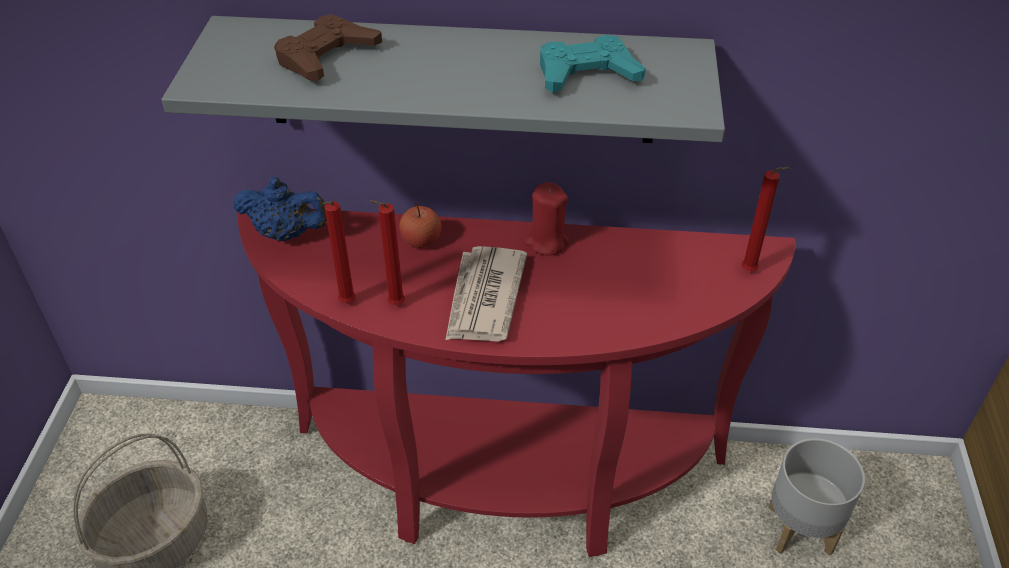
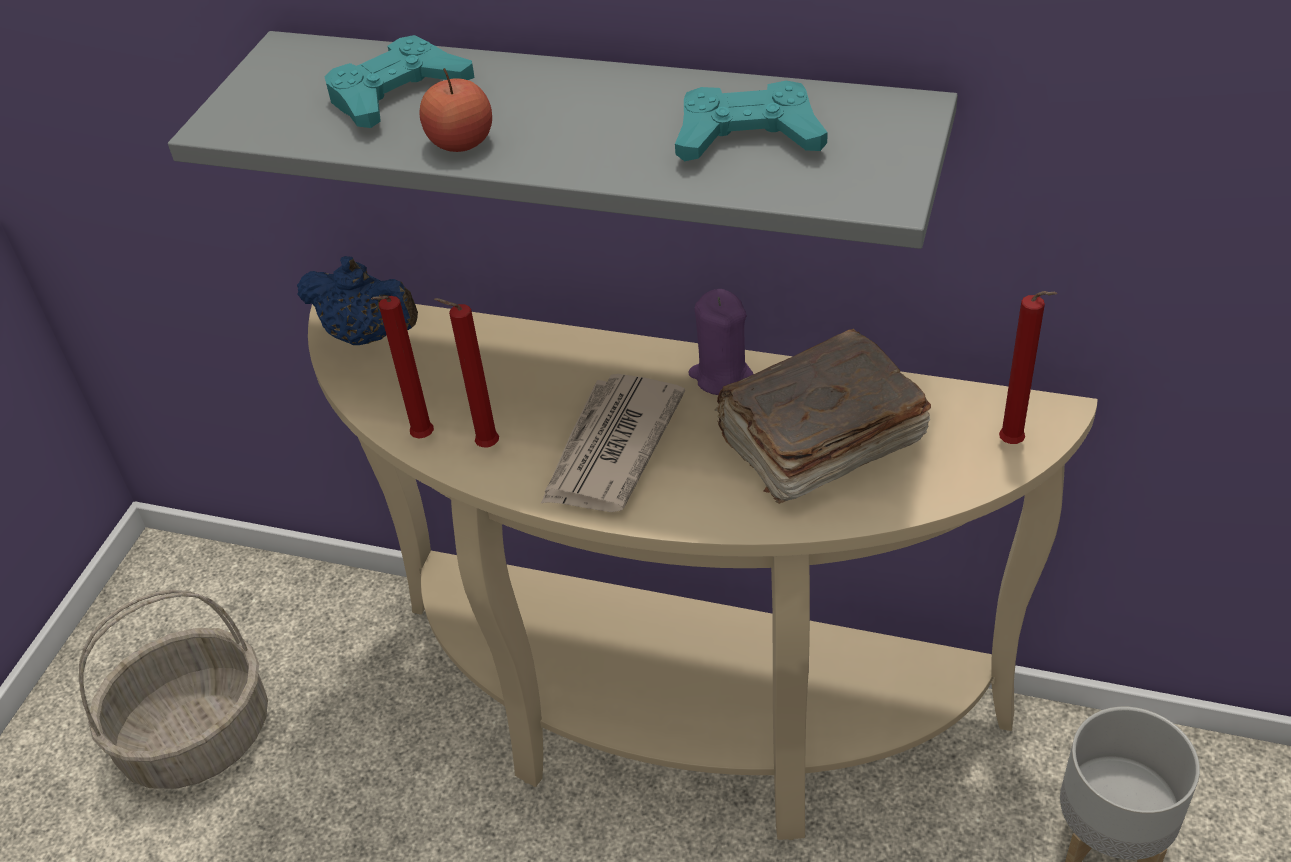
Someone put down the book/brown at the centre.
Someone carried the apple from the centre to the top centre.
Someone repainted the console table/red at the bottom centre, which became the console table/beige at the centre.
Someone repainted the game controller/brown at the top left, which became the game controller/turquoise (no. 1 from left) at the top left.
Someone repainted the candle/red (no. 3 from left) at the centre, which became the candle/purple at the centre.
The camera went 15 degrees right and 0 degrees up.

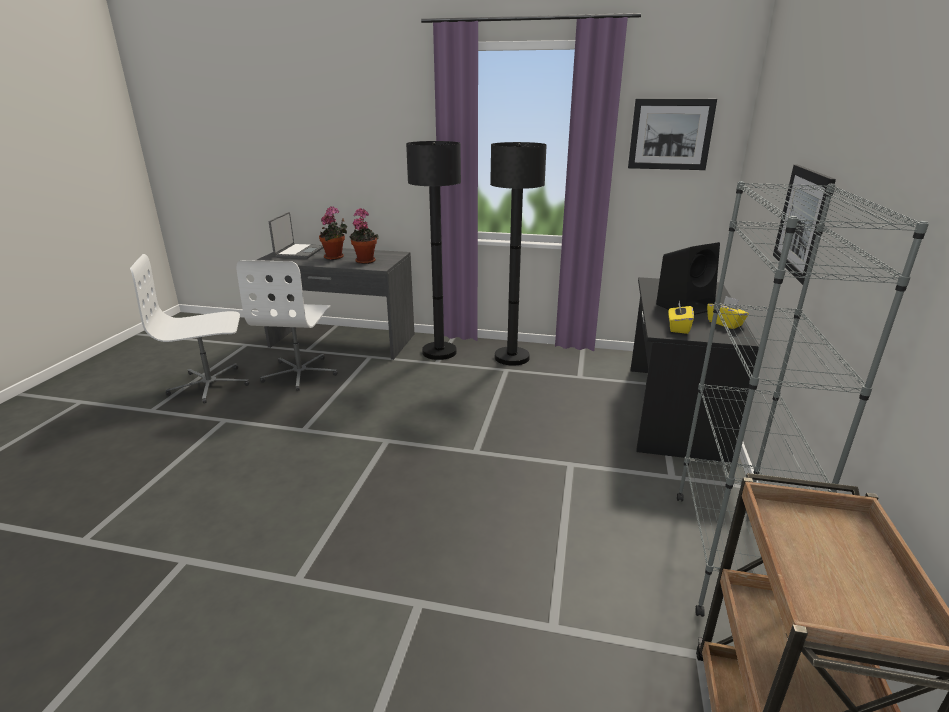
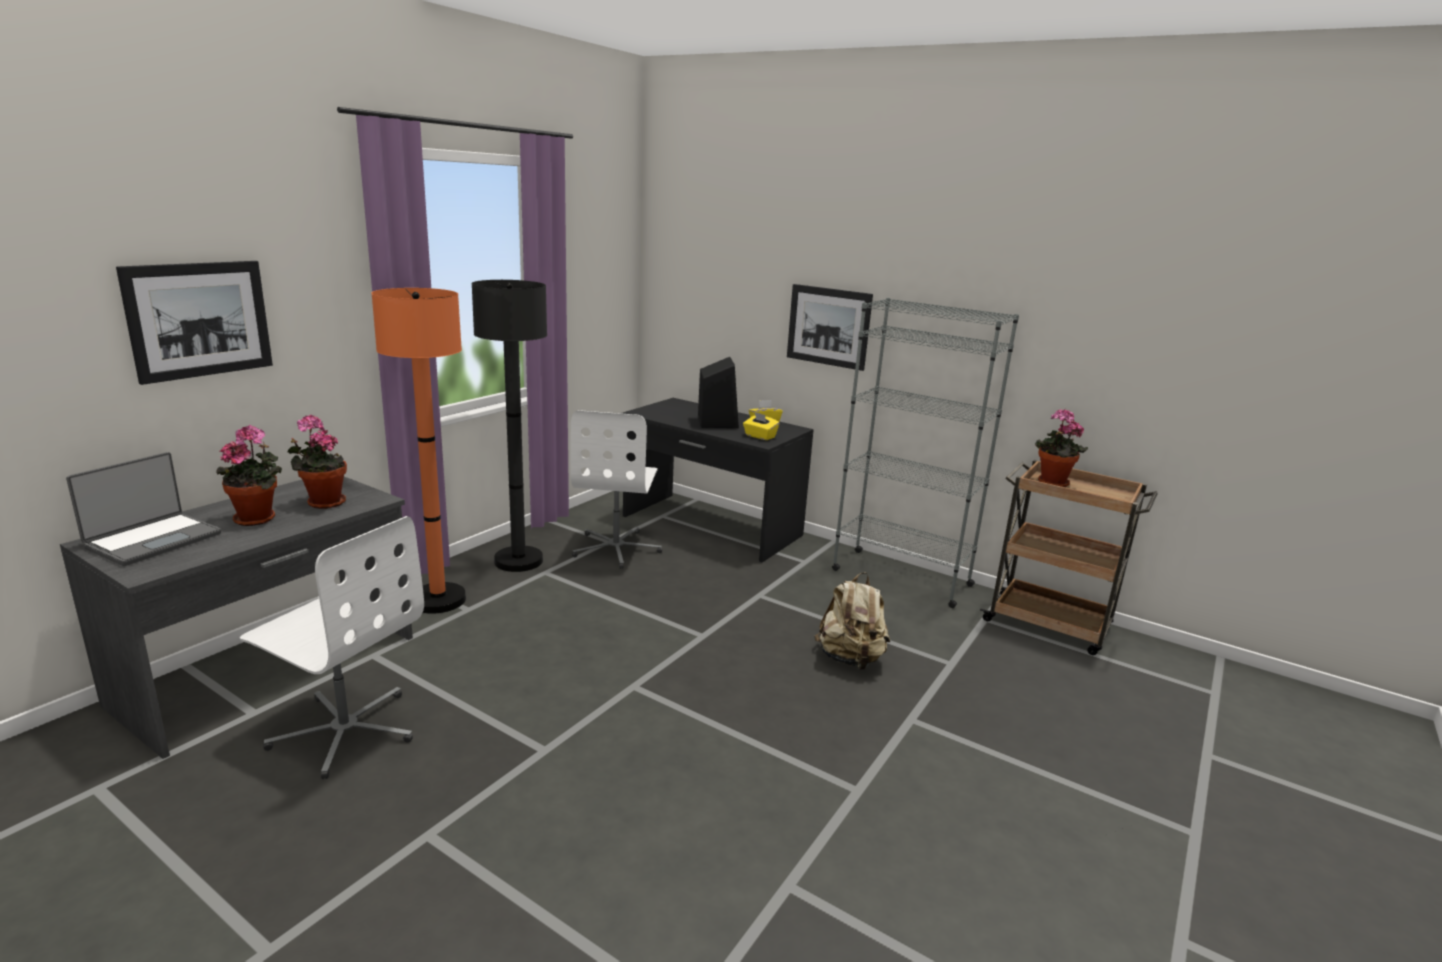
Someone put down the backpack/beige at the centre.
Someone put down the potted plant (no. 3 from left) at the middle right.
Someone carried the office chair/white (no. 1 from left in the first image) from the middle left to the centre.
Someone carried the picture (no. 1 from left) from the top right to the middle left.
Someone repainted the floor lamp/black (no. 1 from left) at the centre, which became the floor lamp/orange at the middle left.
Someone rotated the laptop at the top left by 90 degrees clockwise.
The camera went 70 degrees left and 5 degrees down.

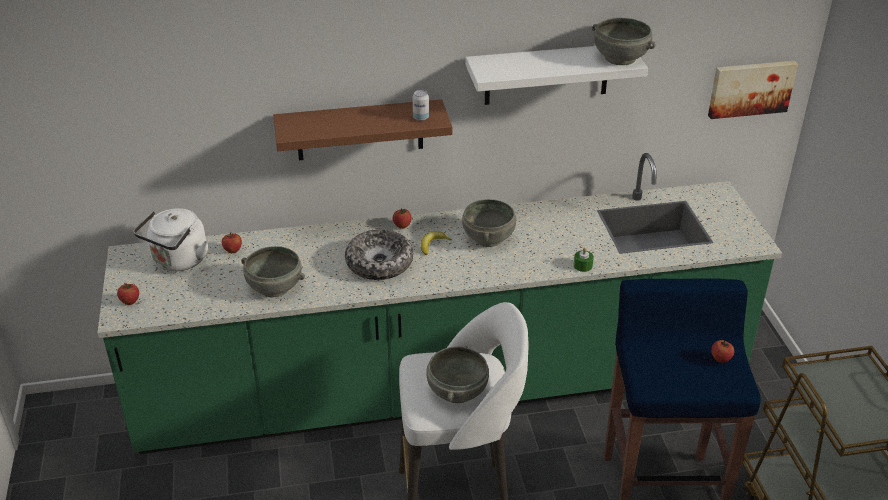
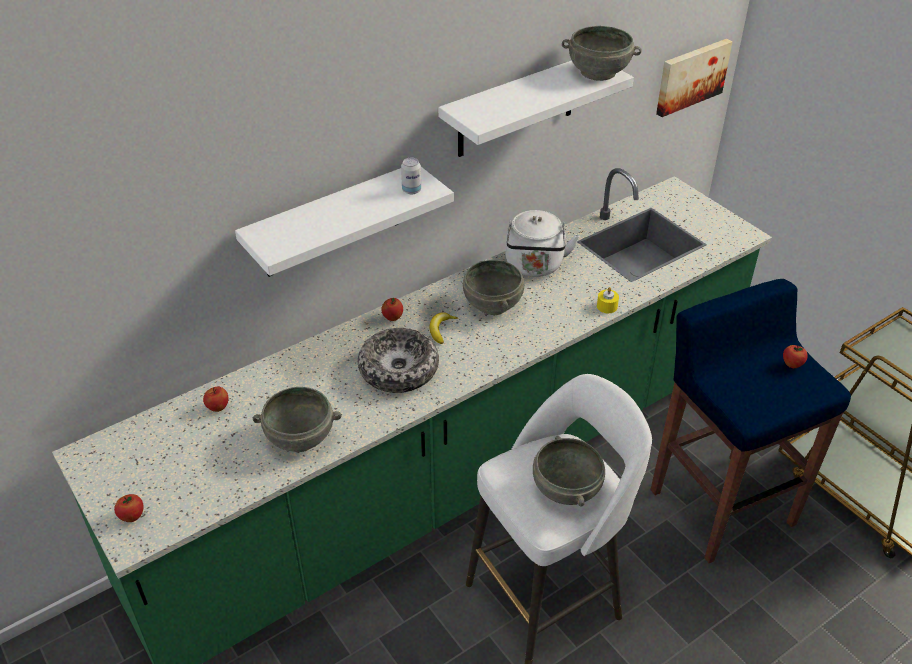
Someone carried the kettle/white from the middle left to the centre.
Someone repainted the shelf/brown at the top centre, which became the shelf/white (no. 1 from left) at the centre.
Someone repainted the candle/green at the centre, which became the candle/yellow at the middle right.
The camera went 25 degrees left and 5 degrees up.

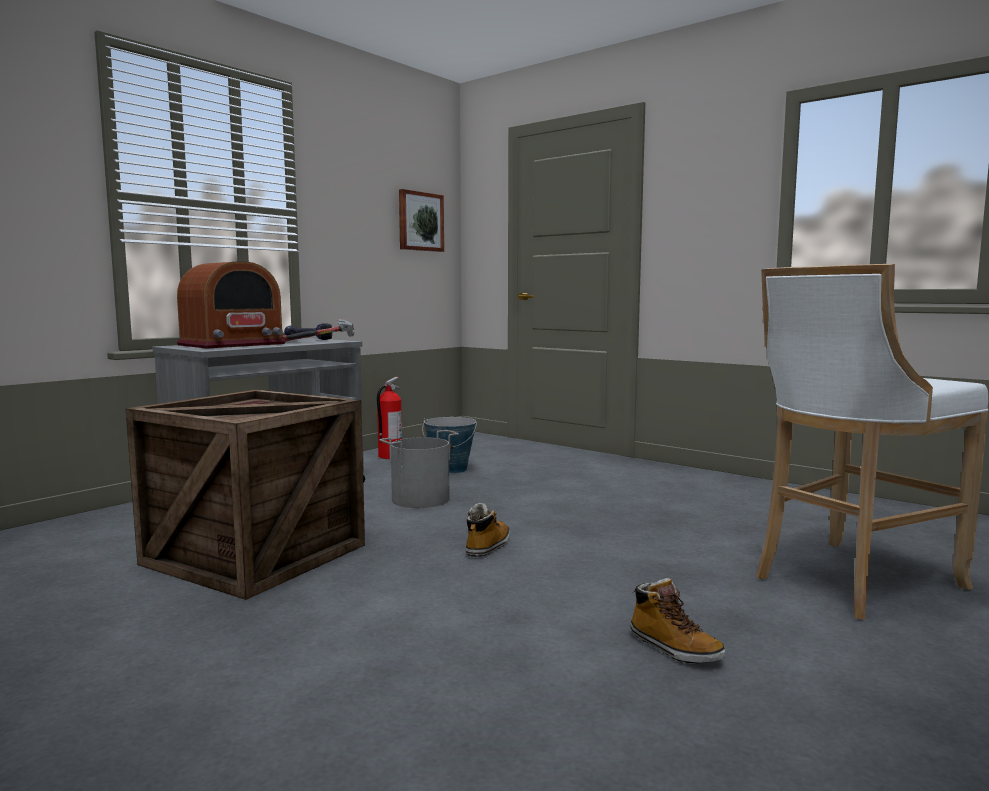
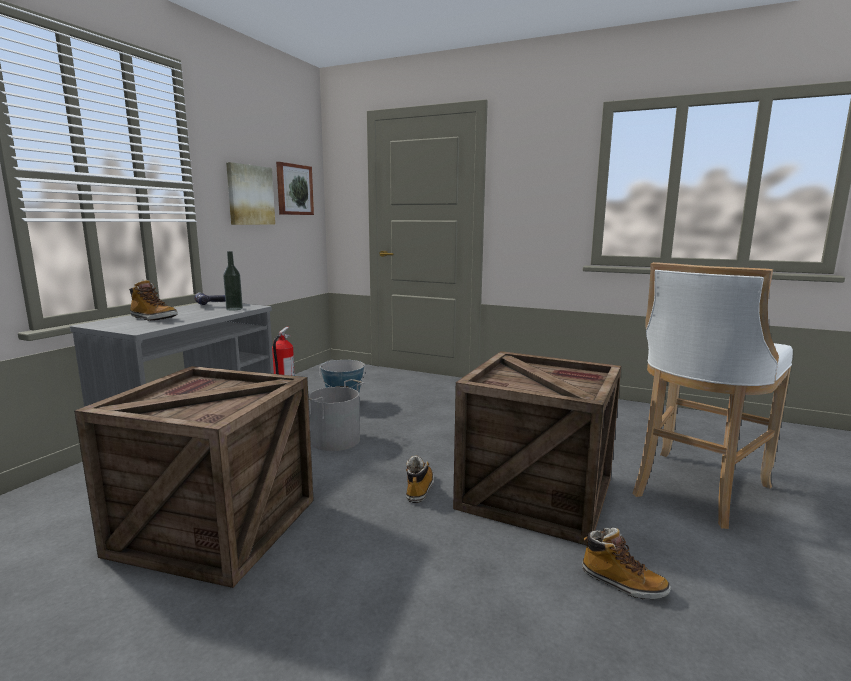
Someone put up the picture (no. 1 from left) at the top left.
Someone put down the crate (no. 2 from left) at the centre.
Someone swapped the radio at the middle left for the boot (no. 1 from left) at the middle left.
Someone swapped the hammer at the middle left for the bottle at the middle left.
The camera went 15 degrees left and 5 degrees up.

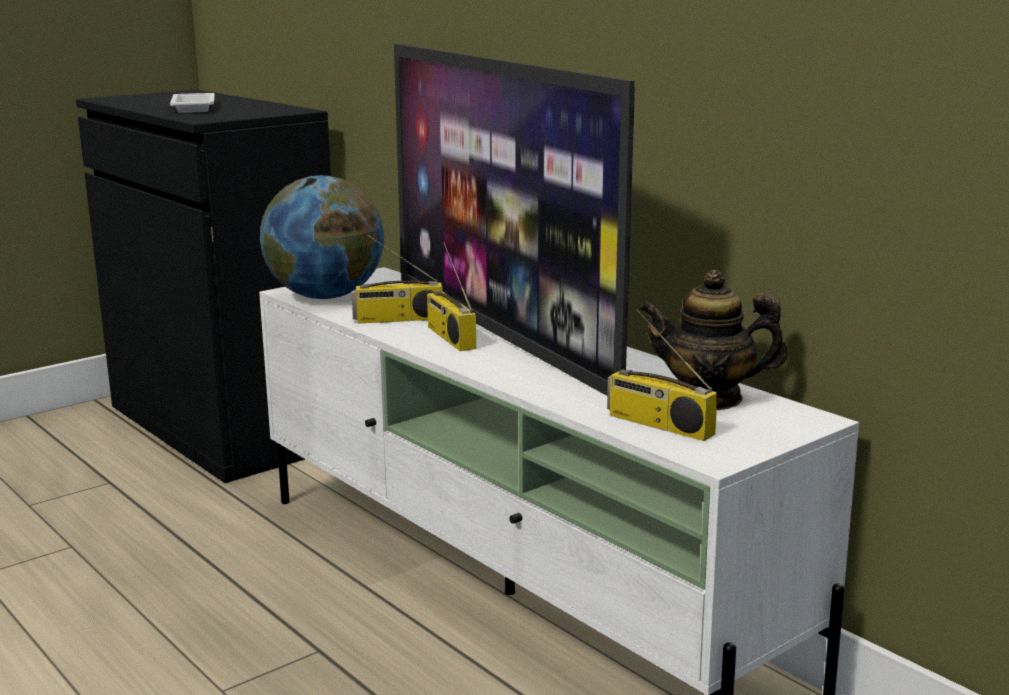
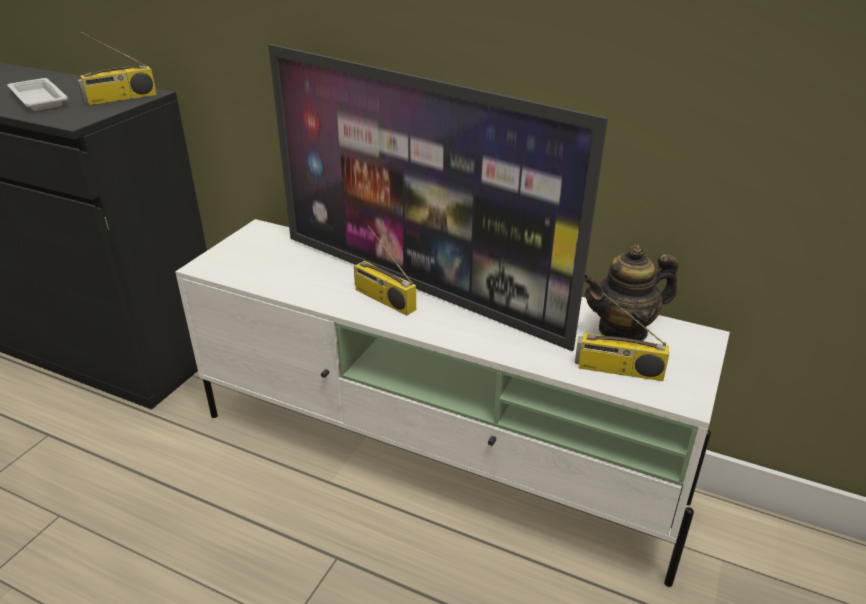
Someone took away the globe at the middle left.
Someone carried the radio (no. 1 from left) from the centre to the top left.
The camera went 25 degrees left and 15 degrees up.

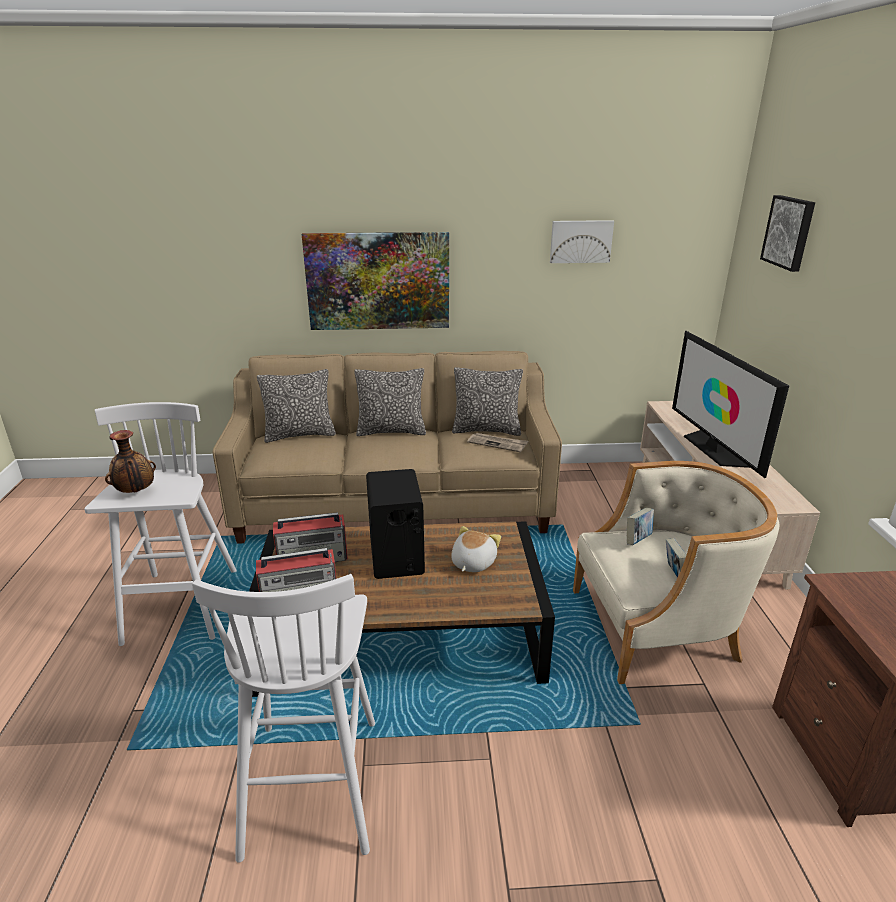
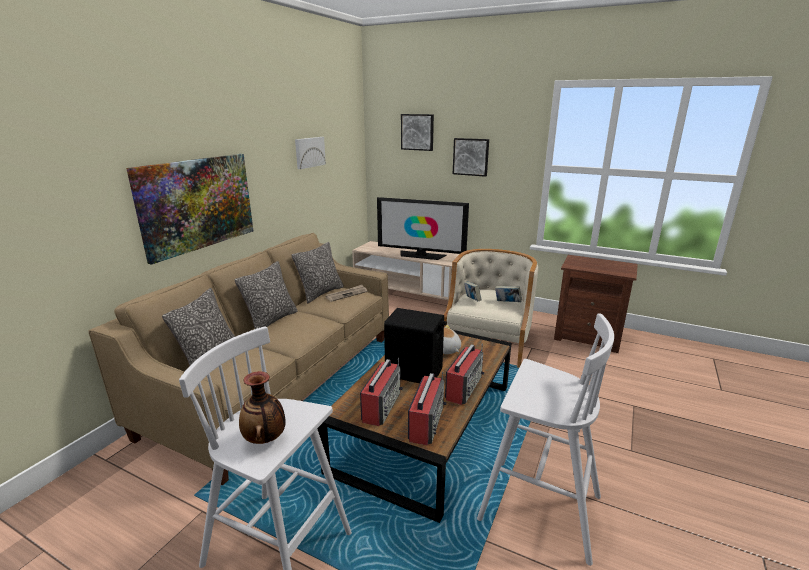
Someone put down the radio (no. 3 from left) at the centre.
Someone put up the picture (no. 4 from left) at the top centre.
The camera went 60 degrees left and 5 degrees down.

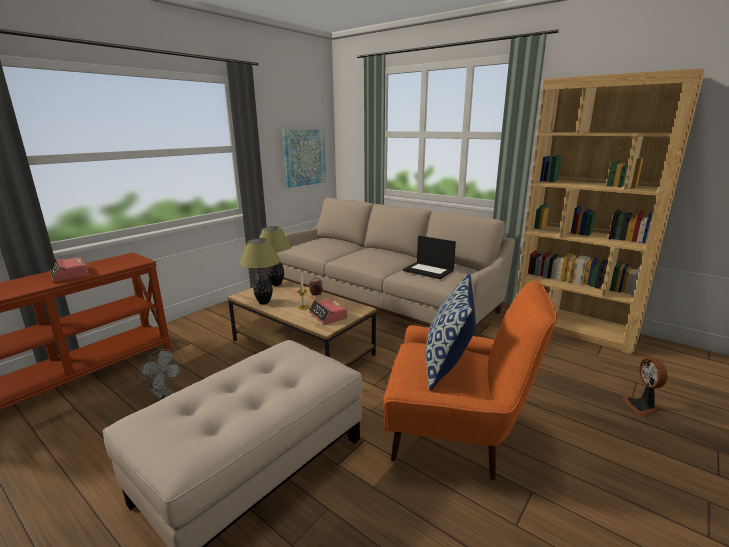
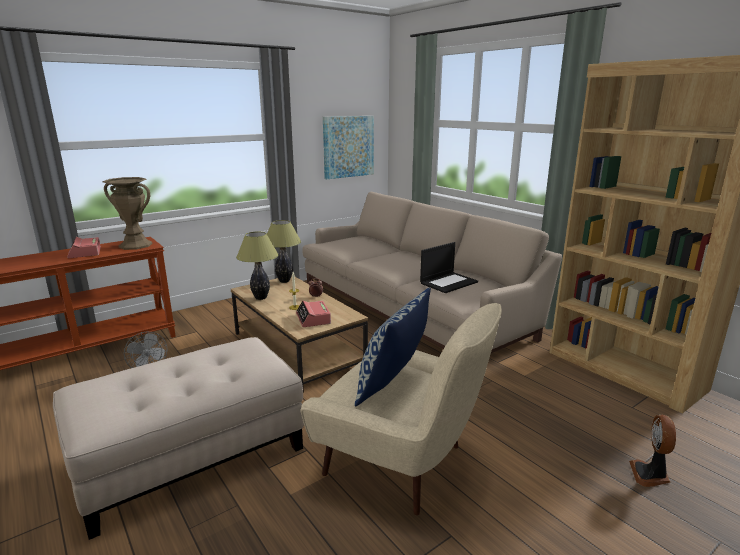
Someone put down the vase/brown at the middle left.
Someone repainted the armchair/orange at the bottom centre, which became the armchair/beige at the bottom centre.
Someone rotated the laptop at the centre by 90 degrees counterclockwise.
The camera went 15 degrees right and 0 degrees up.

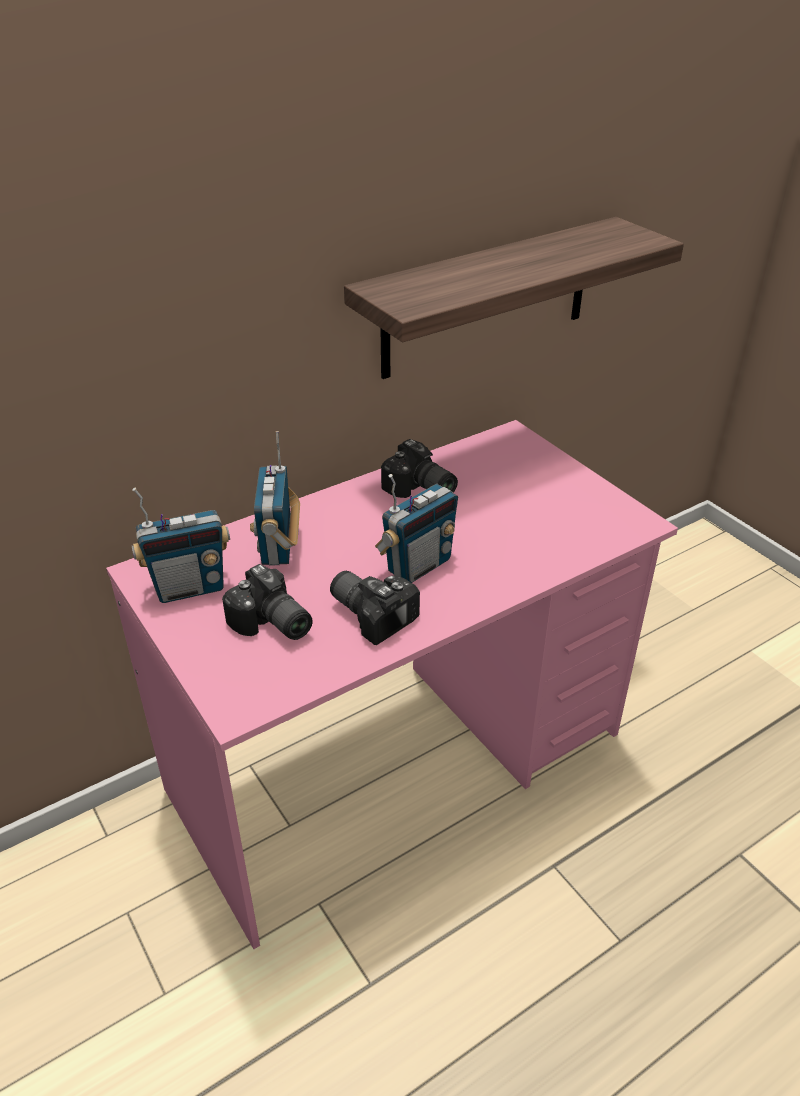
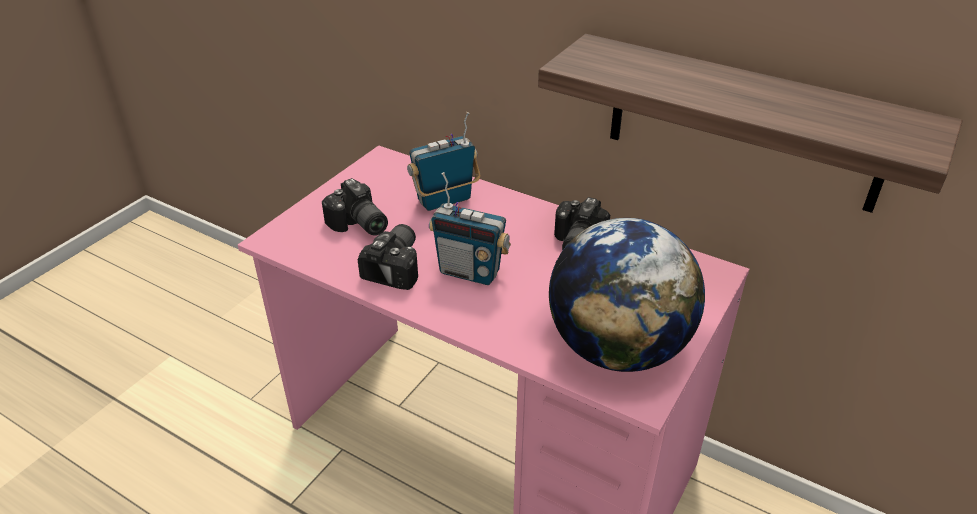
Someone took away the radio (no. 1 from left) at the middle left.
Someone put down the globe at the centre.
Someone rotated the photo camera (no. 1 from left) at the centre by 60 degrees counterclockwise.
The camera went 65 degrees right and 0 degrees up.

